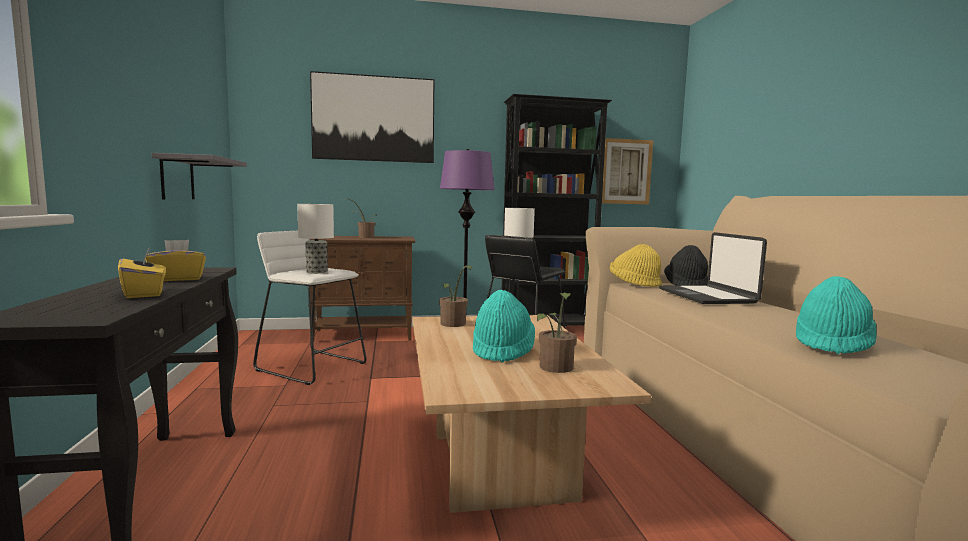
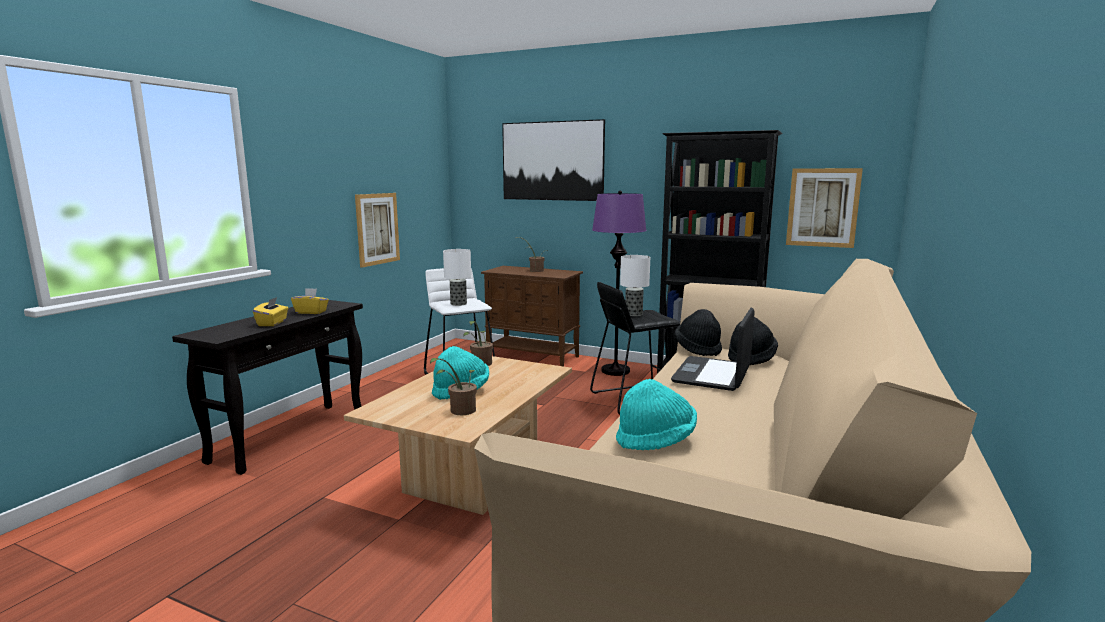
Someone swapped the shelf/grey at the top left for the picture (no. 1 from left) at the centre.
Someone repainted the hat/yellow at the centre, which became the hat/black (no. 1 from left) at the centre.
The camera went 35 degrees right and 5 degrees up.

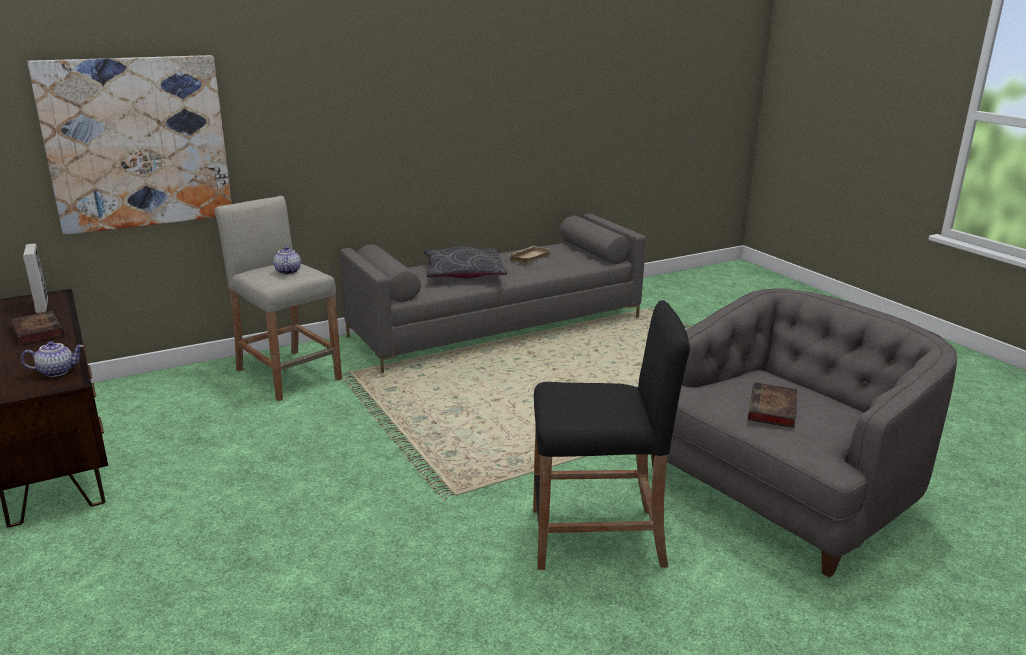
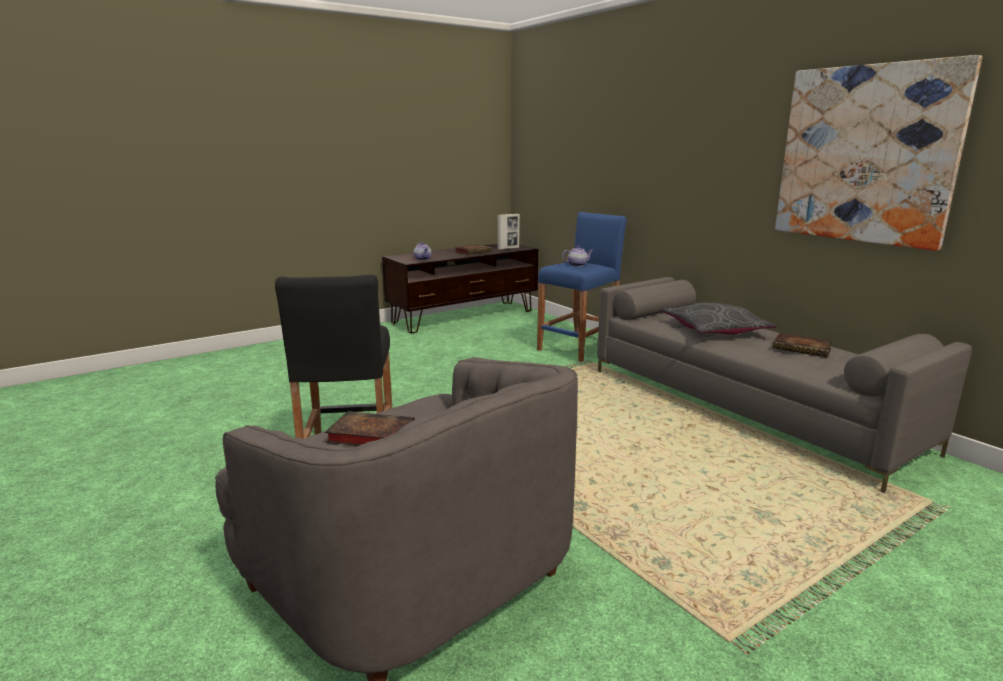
Someone carried the picture from the top left to the top right.
Someone swapped the tray/beige at the centre for the book (no. 3 from left) at the middle right.
Someone repainted the stool/beige at the middle left, which became the stool/blue at the centre.
The camera went 85 degrees right and 5 degrees down.

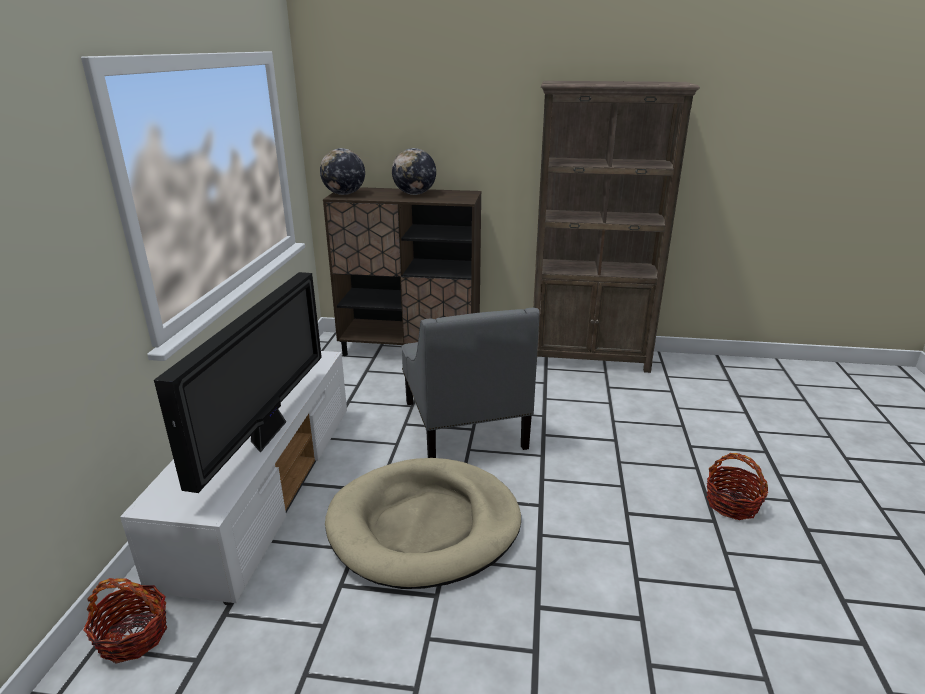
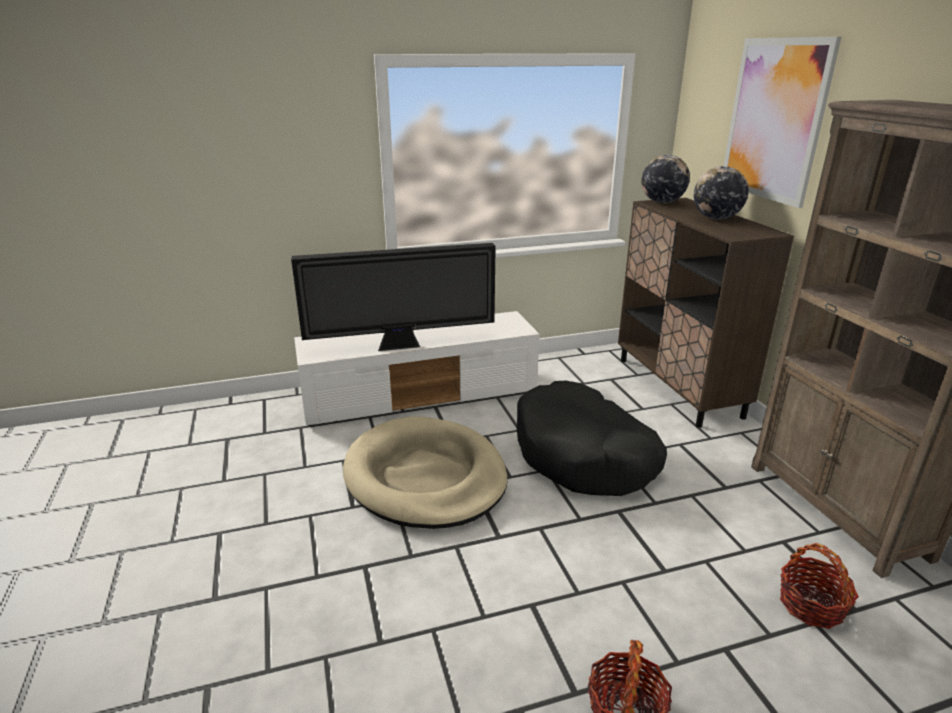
Someone put up the picture at the top right.
Someone carried the basket (no. 1 from left in the first image) from the bottom left to the bottom right.
Someone swapped the armchair/grey at the centre for the dog bed/black at the centre.
The camera went 65 degrees right and 0 degrees up.

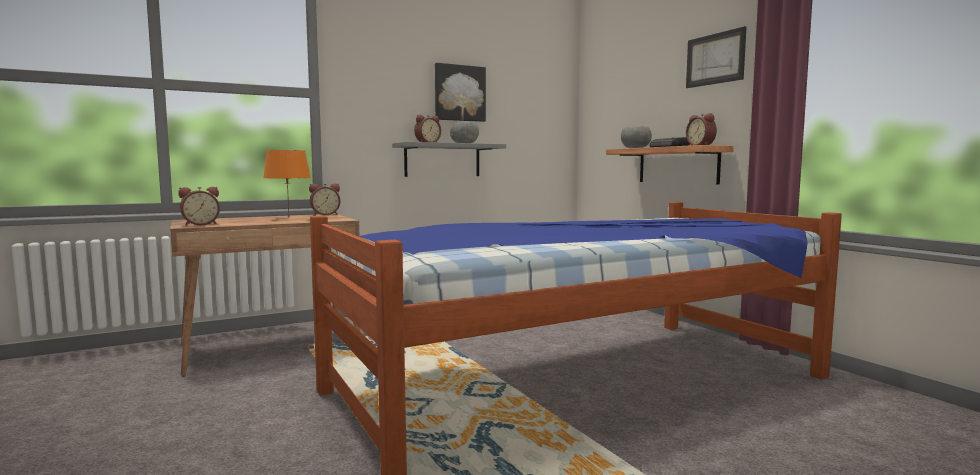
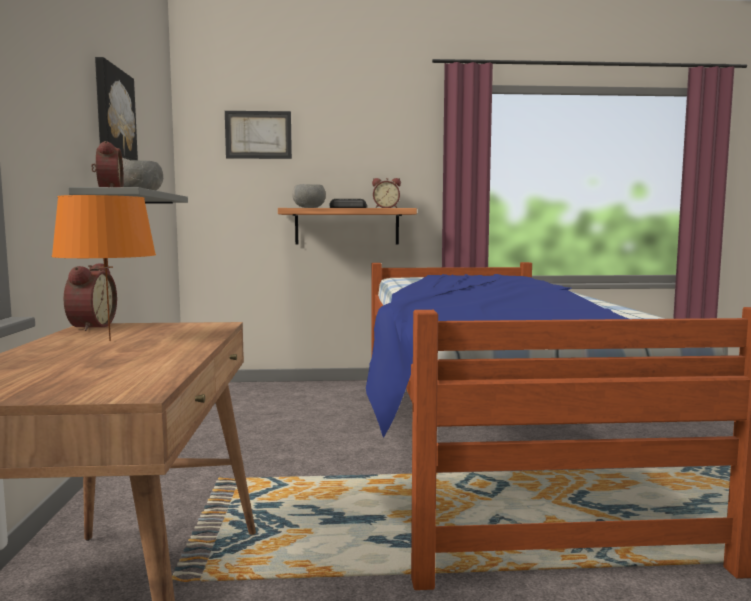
Someone took away the alarm clock (no. 1 from left) at the middle left.
Someone carried the picture (no. 2 from left) from the top right to the top centre.
The camera went 65 degrees left and 0 degrees up.

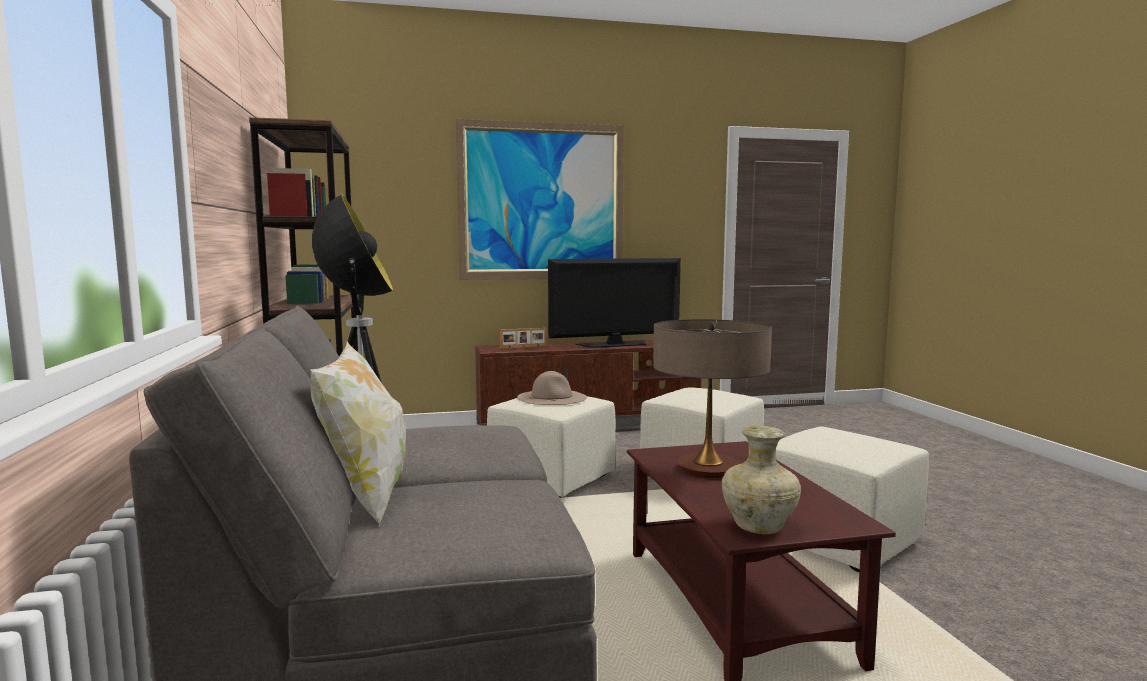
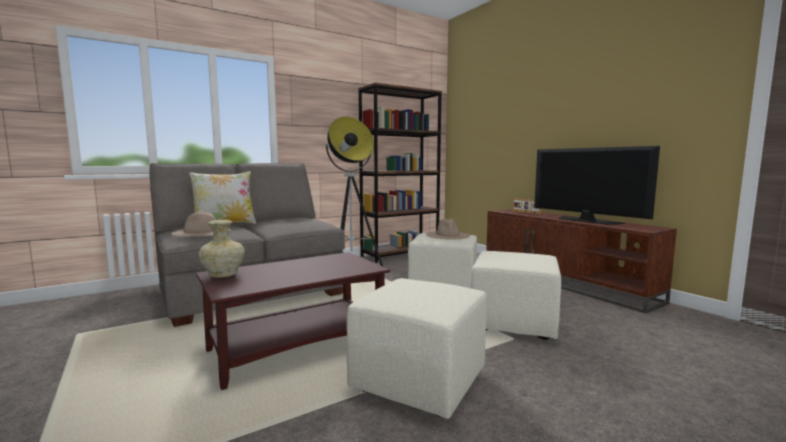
Someone took away the picture at the top centre.
Someone took away the table lamp at the centre.
Someone put down the hat/beige (no. 1 from left) at the middle left.
The camera went 70 degrees right and 0 degrees up.

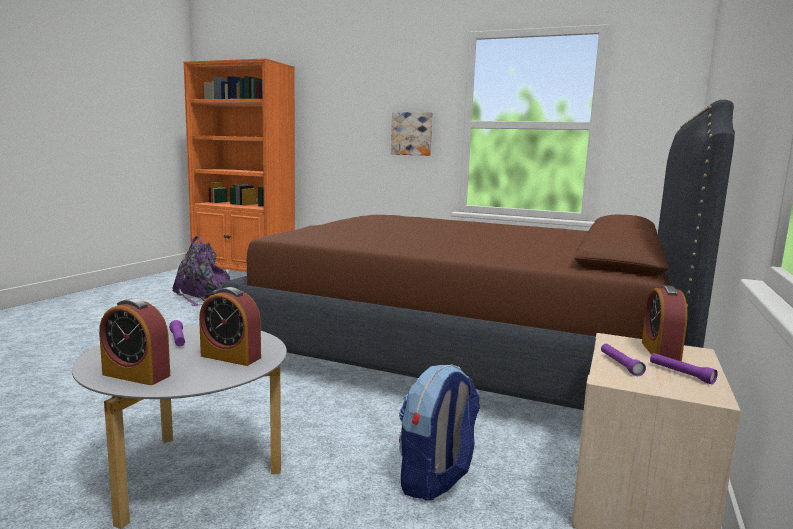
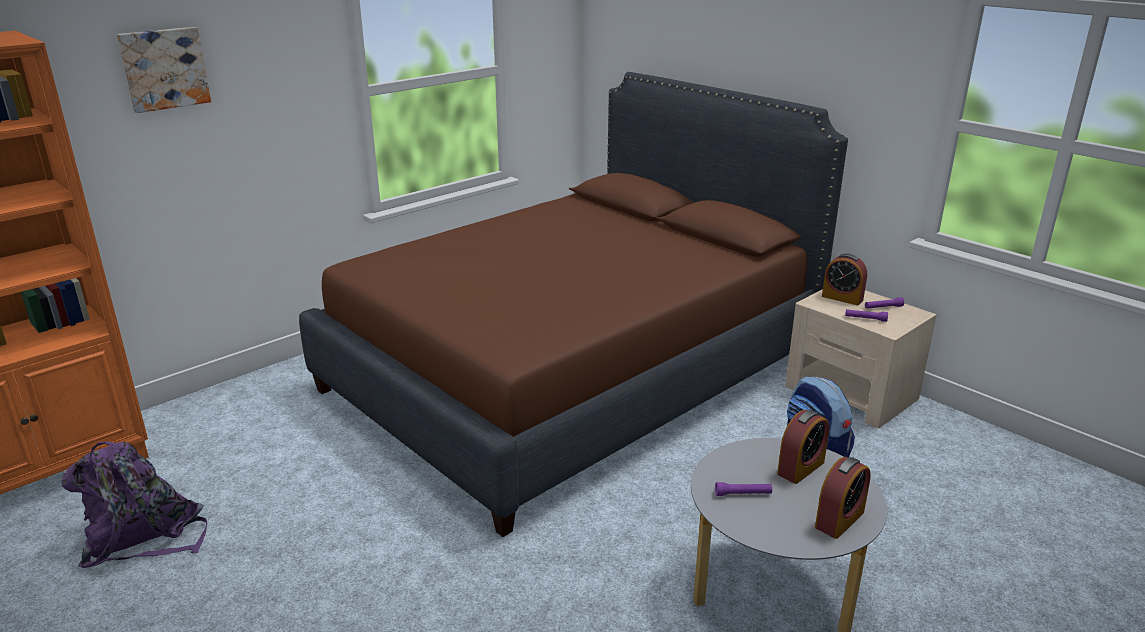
Someone carried the picture from the top centre to the top left.
The camera went 65 degrees left and 15 degrees up.

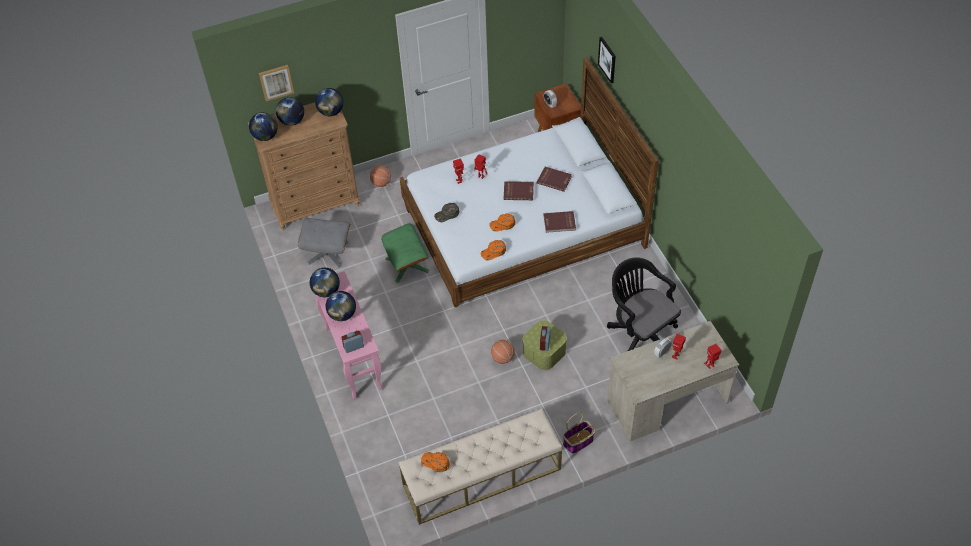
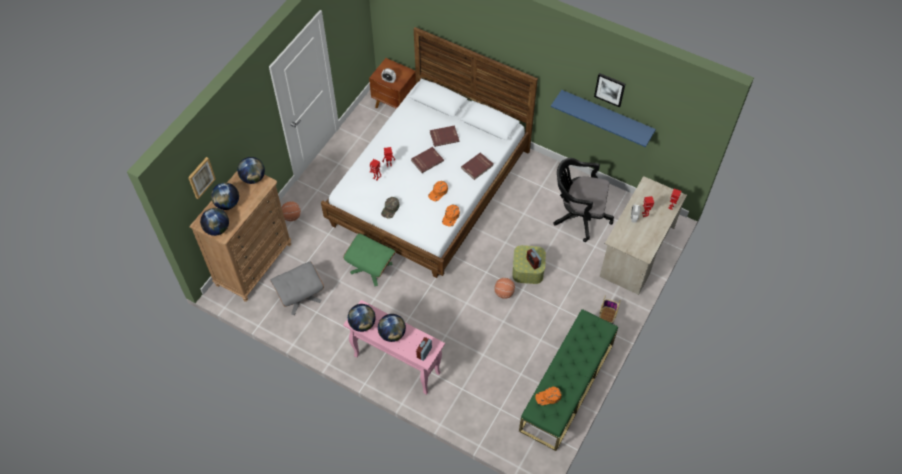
Someone put up the shelf/blue at the top right.
Someone carried the picture (no. 2 from left) from the top centre to the top right.
Someone repainted the bench/beige at the bottom centre, which became the bench/green at the bottom centre.
The camera went 40 degrees left and 5 degrees up.

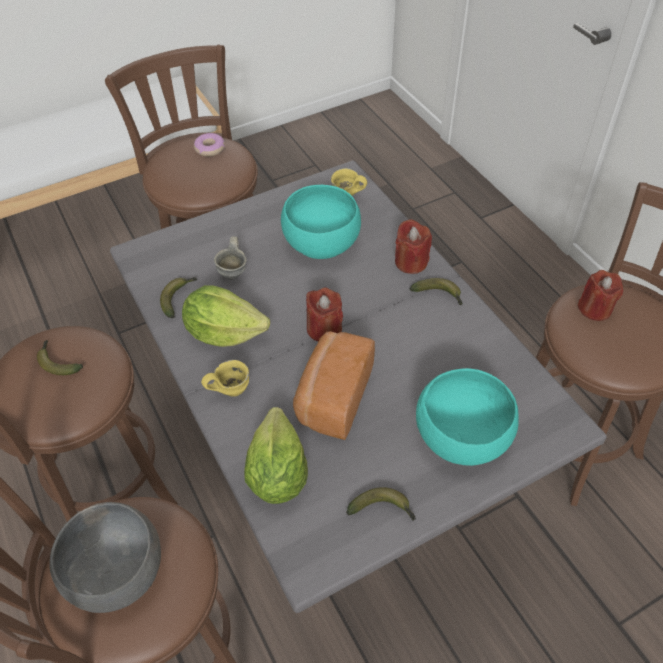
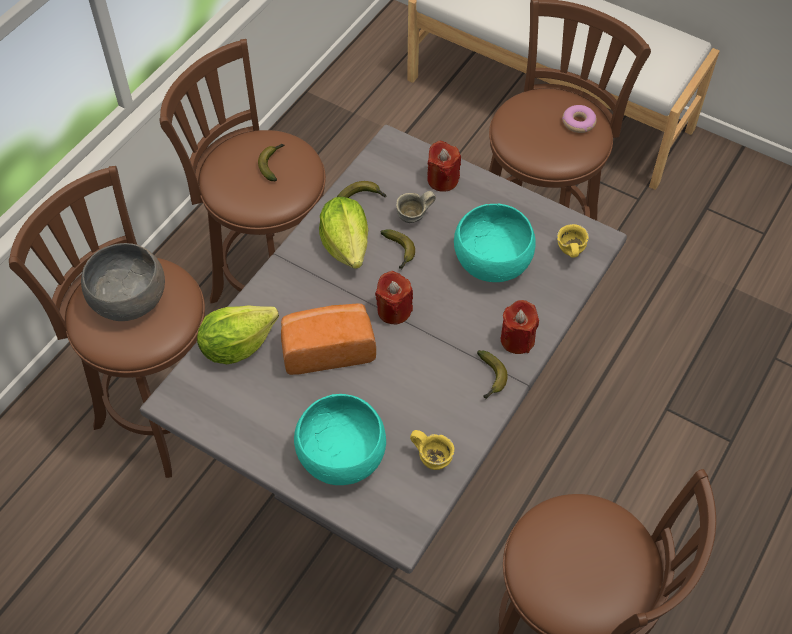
Someone carried the mug/yellow (no. 1 from left) from the centre to the bottom centre.
Someone carried the banana (no. 3 from left) from the bottom centre to the centre.
Someone carried the candle/red (no. 3 from left in the first image) from the middle right to the top centre.
The camera went 60 degrees right and 5 degrees up.

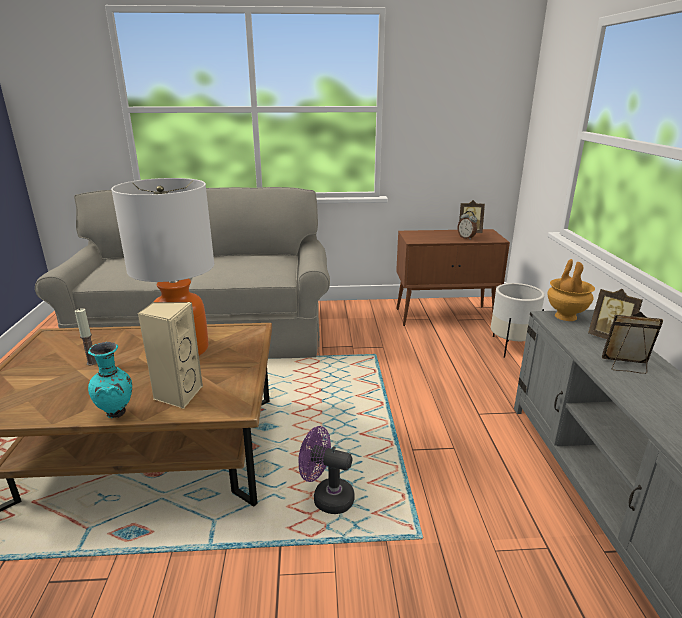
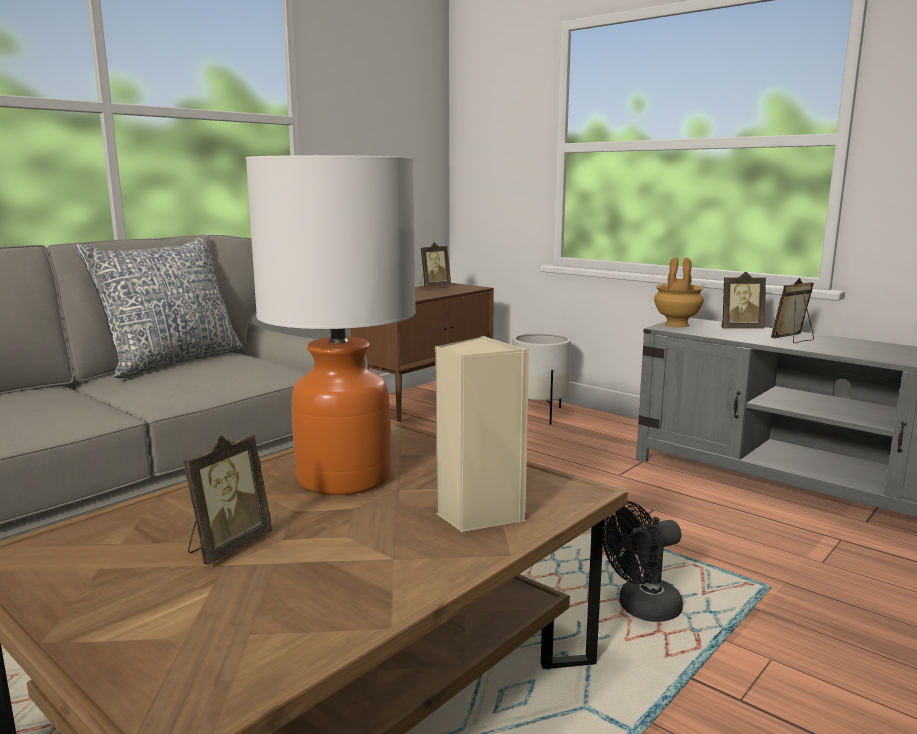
Someone took away the vase/turquoise at the middle left.
Someone took away the alarm clock at the middle right.
Someone put down the pillow at the middle left.
Someone swapped the candle at the middle left for the picture frame (no. 1 from left) at the bottom left.
Someone repainted the fan/purple at the bottom centre, which became the fan/black at the bottom right.
The camera went 45 degrees left and 10 degrees down.

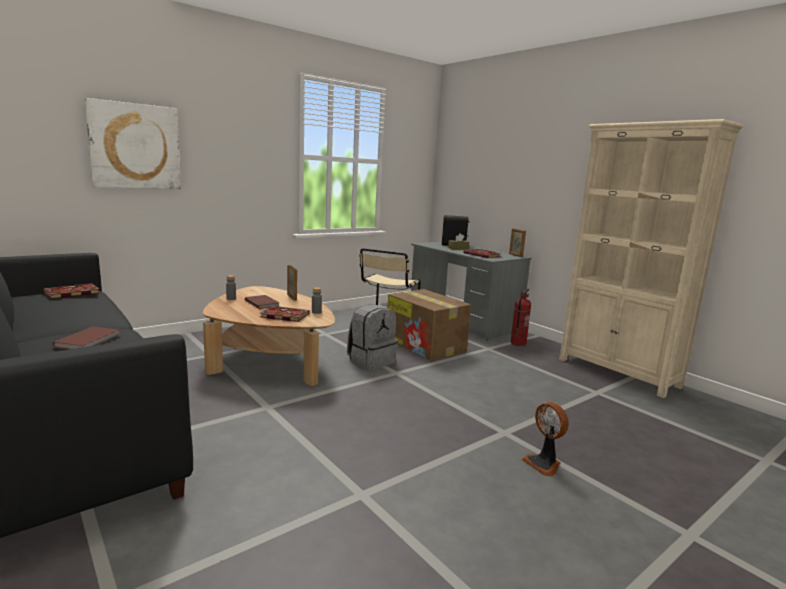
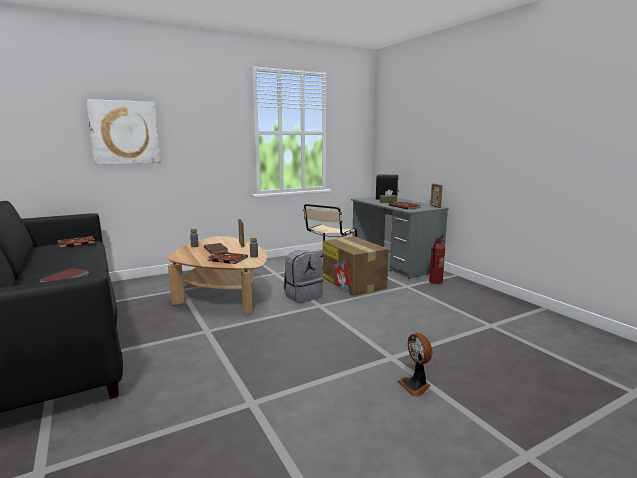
Someone took away the bookcase/beige at the middle right.
The camera went 10 degrees right and 0 degrees up.

